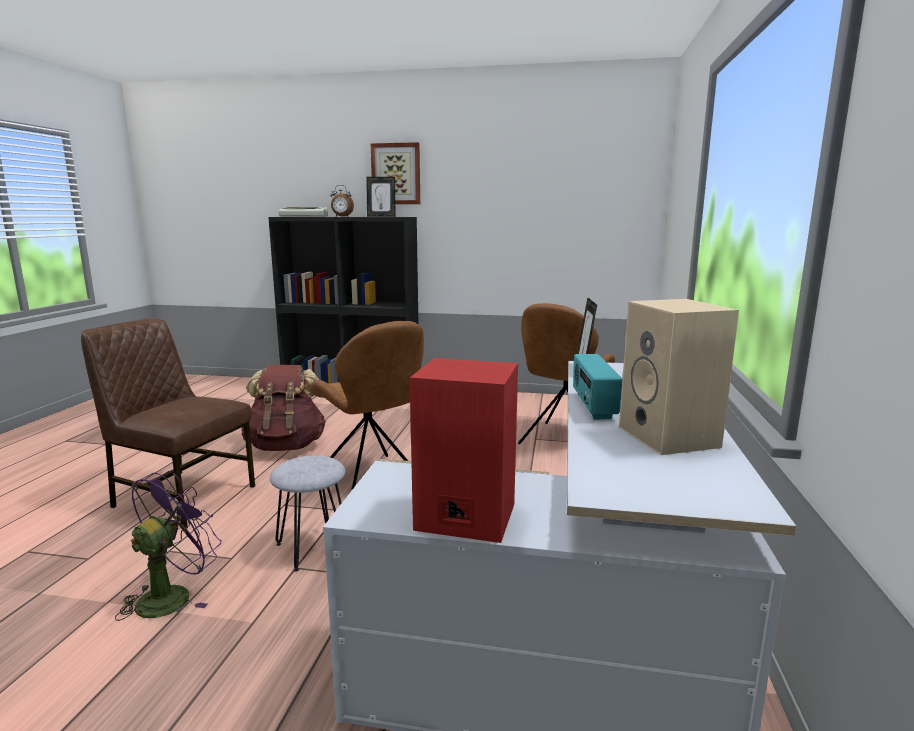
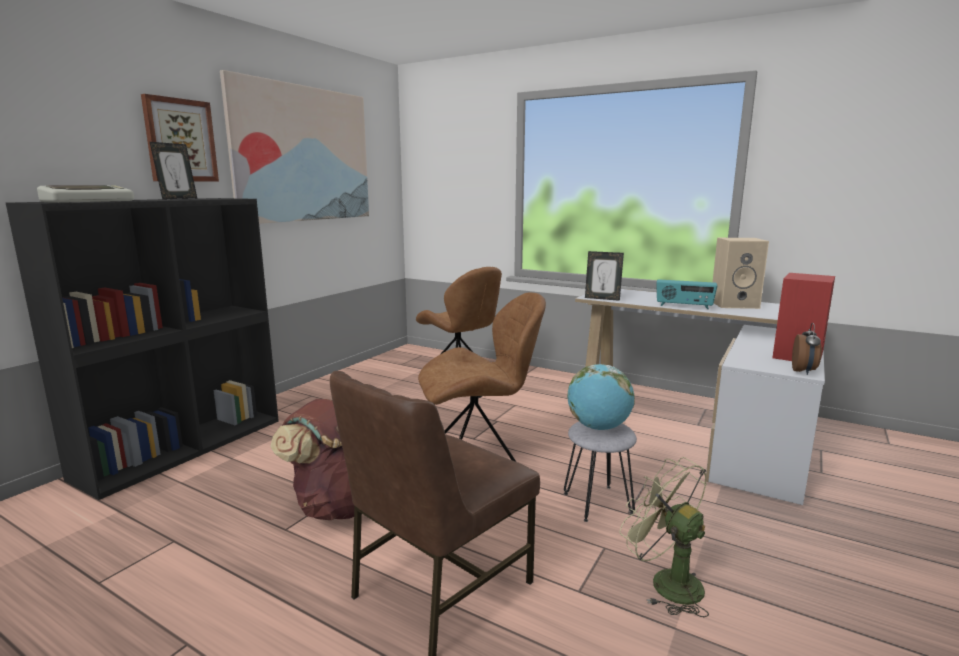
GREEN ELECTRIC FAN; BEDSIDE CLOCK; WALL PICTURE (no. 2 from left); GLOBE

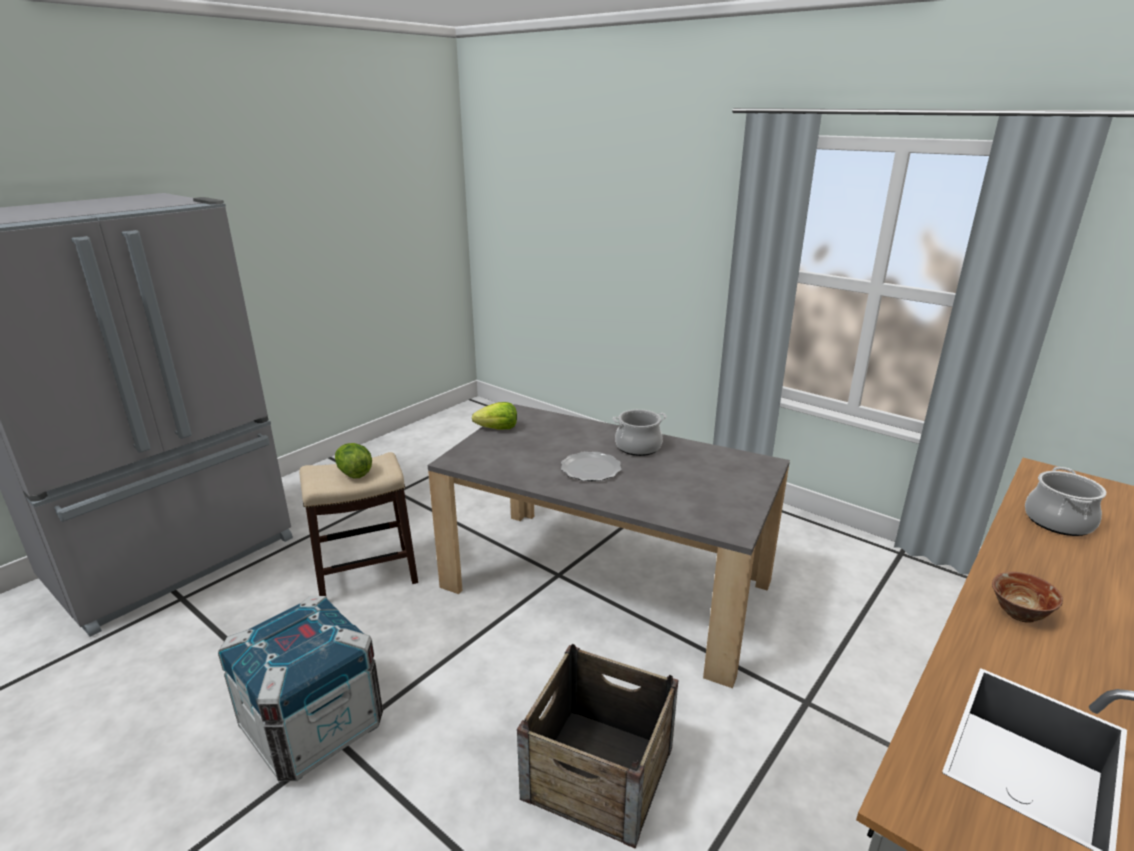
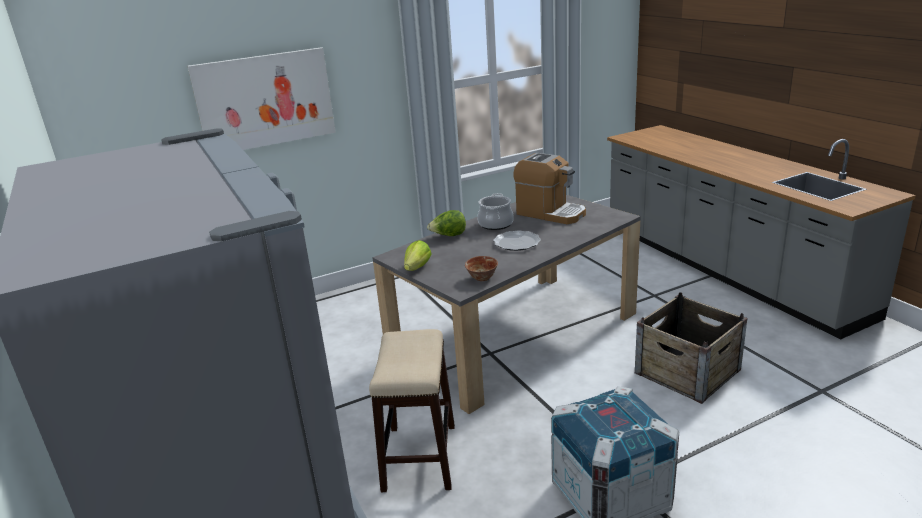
LETTUCE HEAD (no. 2 from left); DEEP DISH; COOKING POT (no. 2 from left in the first image); WALL PICTURE; COFFEE MACHINE

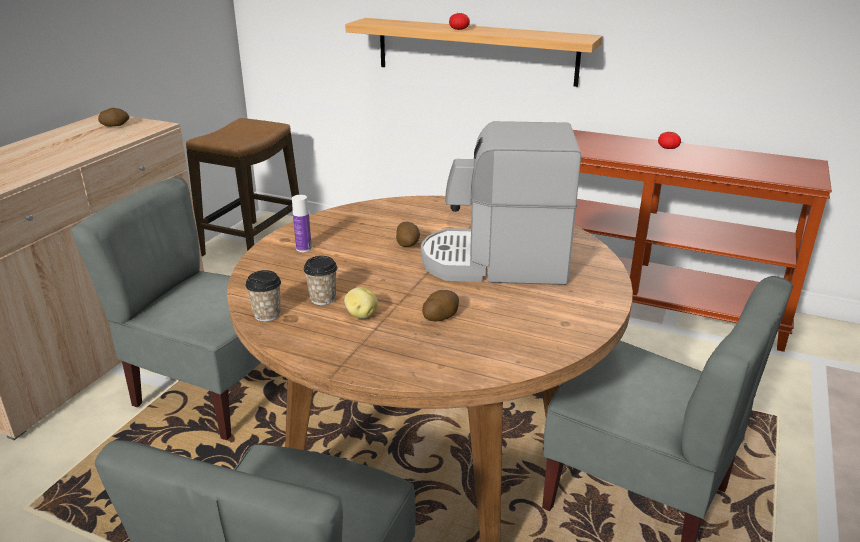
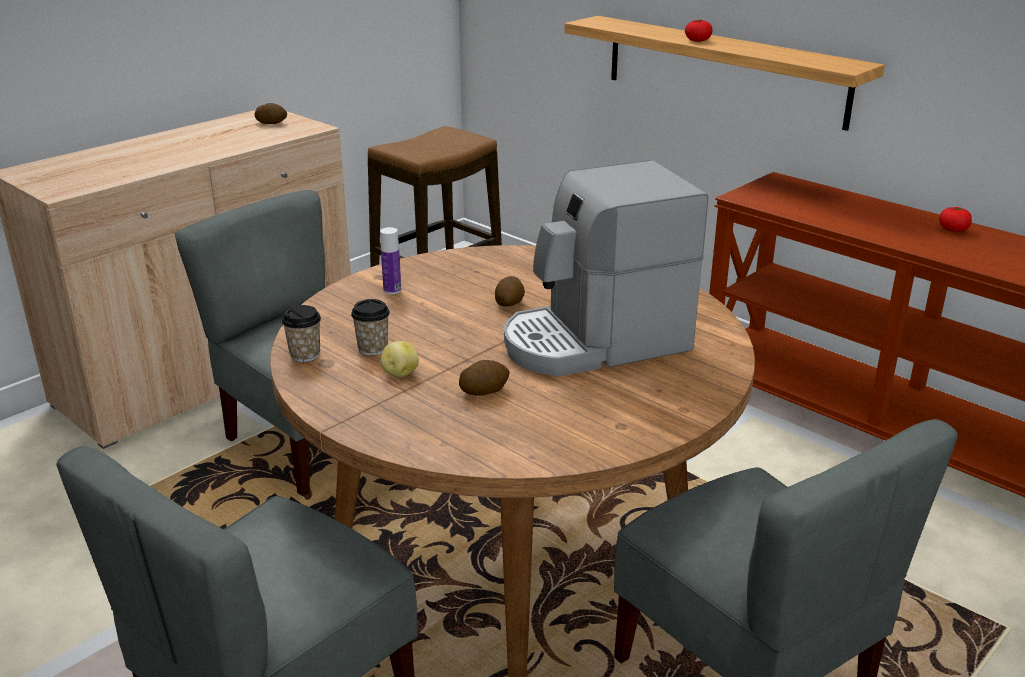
COFFEE MACHINE

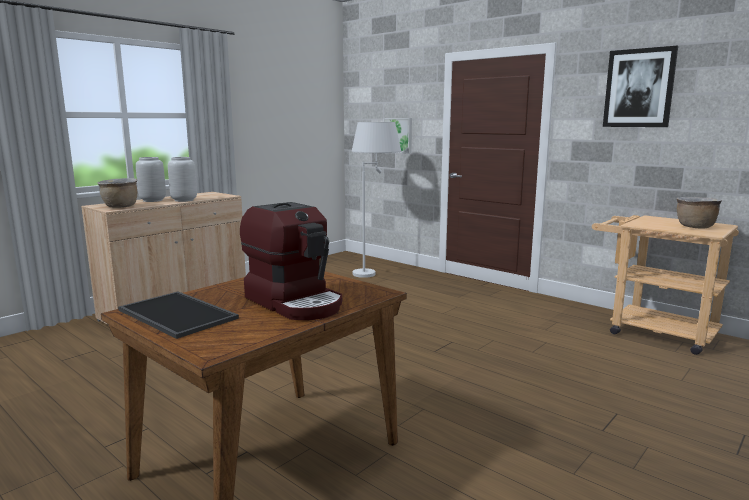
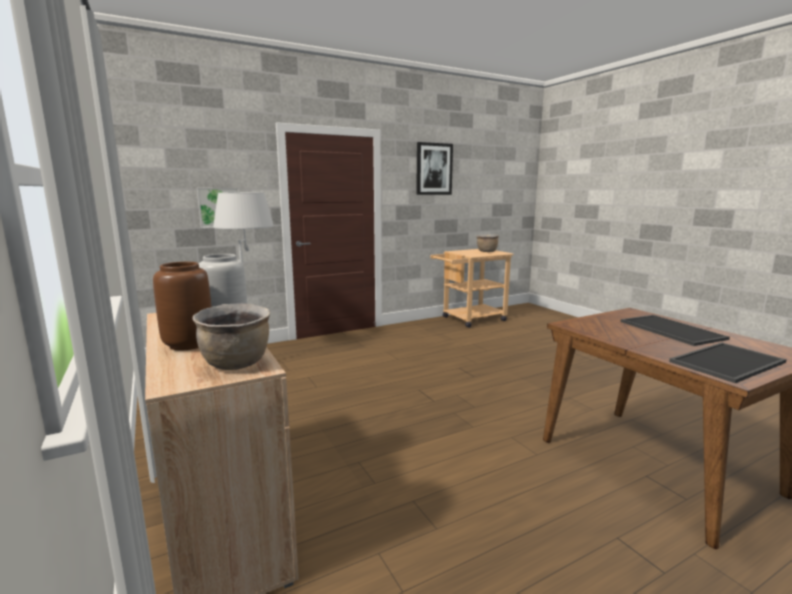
BROWN-COLOURED VASE; CARRYING TRAY (no. 1 from left)

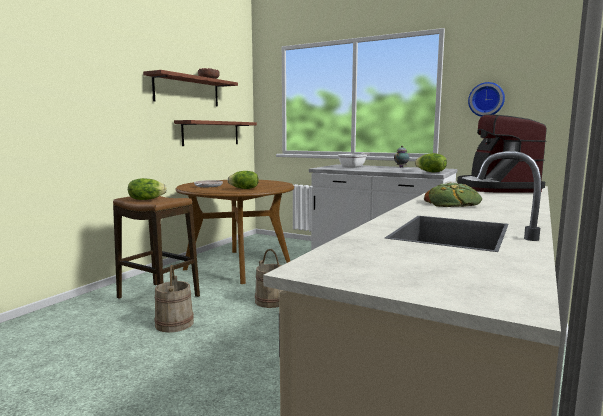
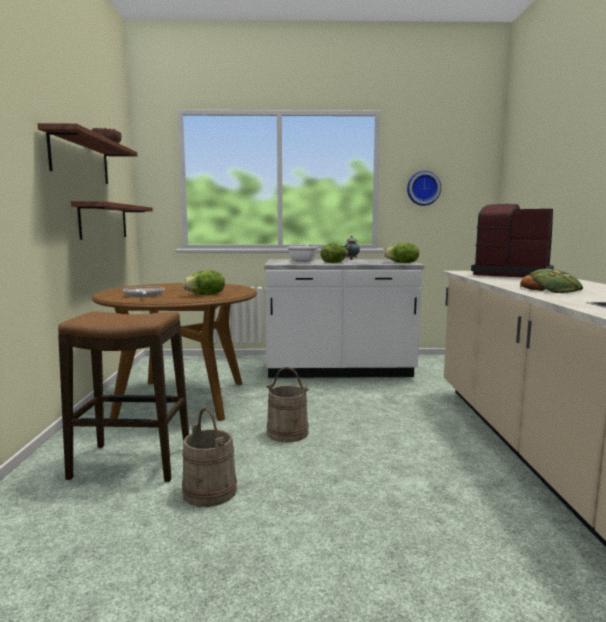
LETTUCE HEAD (no. 2 from left); COFFEE MACHINE

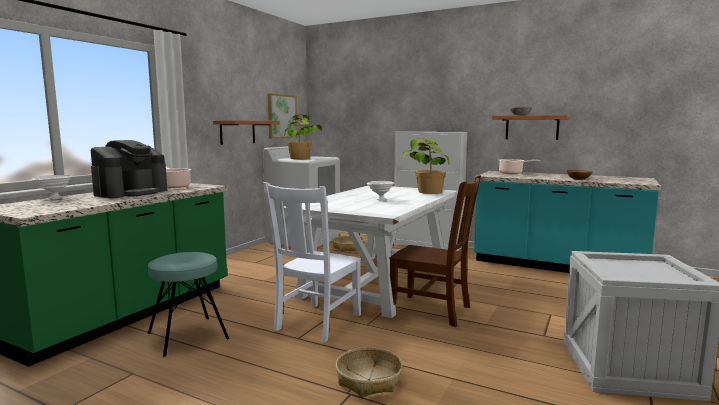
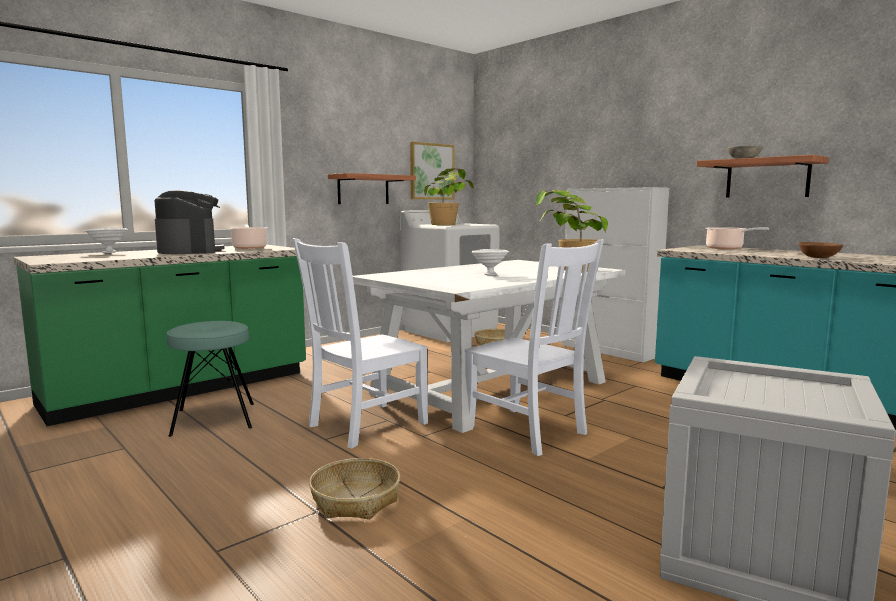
COFFEE MACHINE; WHITISH PLAIN CHAIR (no. 2 from left)

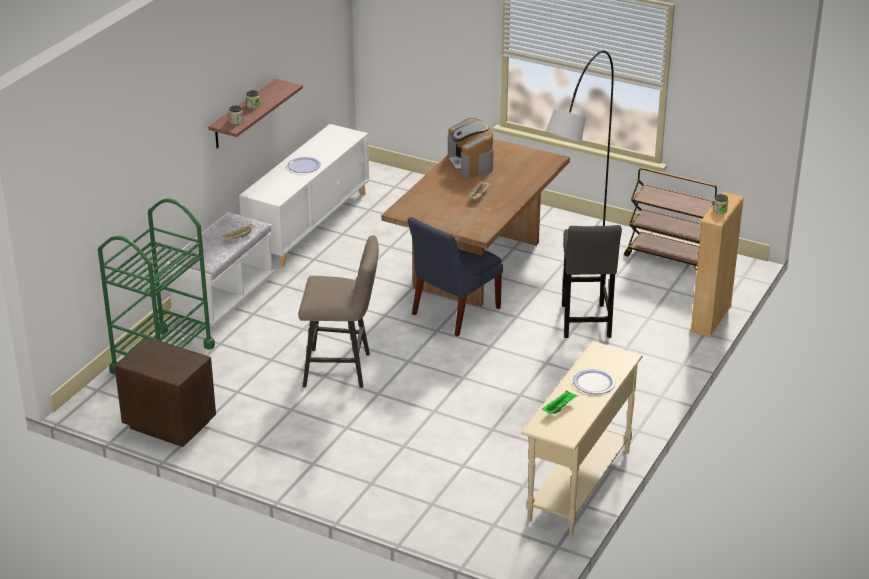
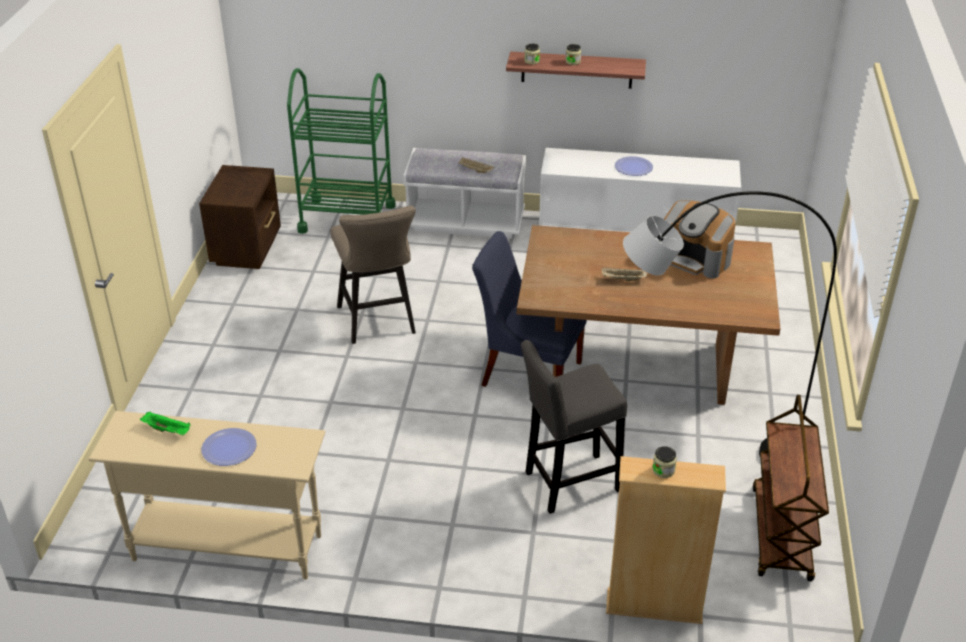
COFFEE MACHINE

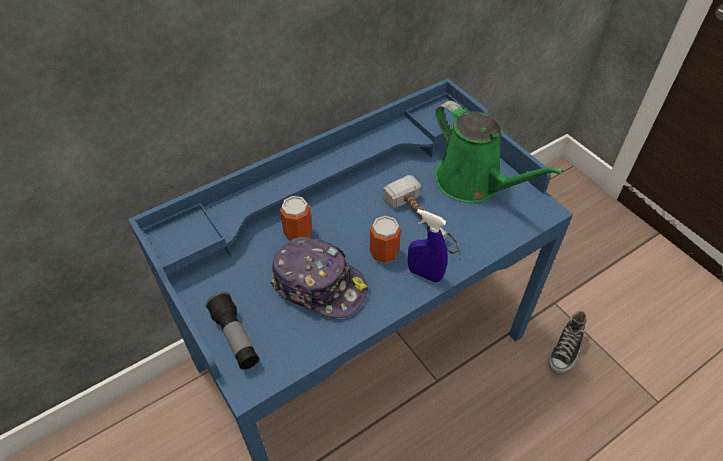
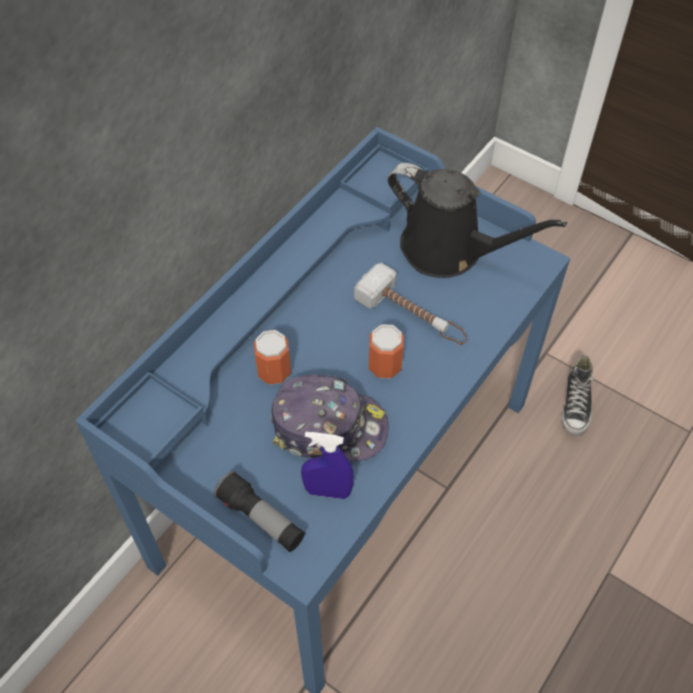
BLUE-COLOURED SPRAY BOTTLE; BLACK WATERING POT

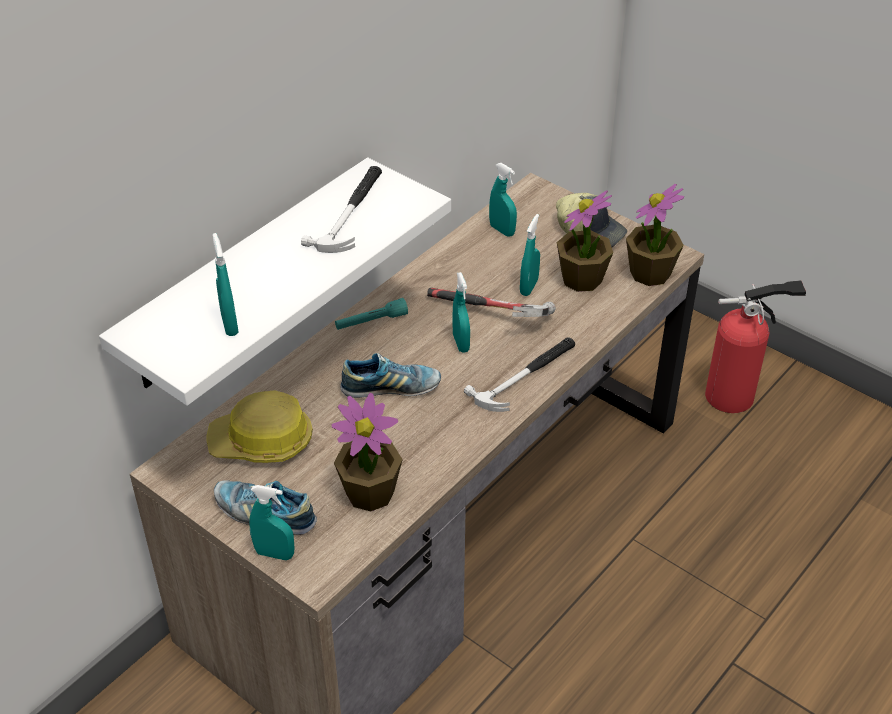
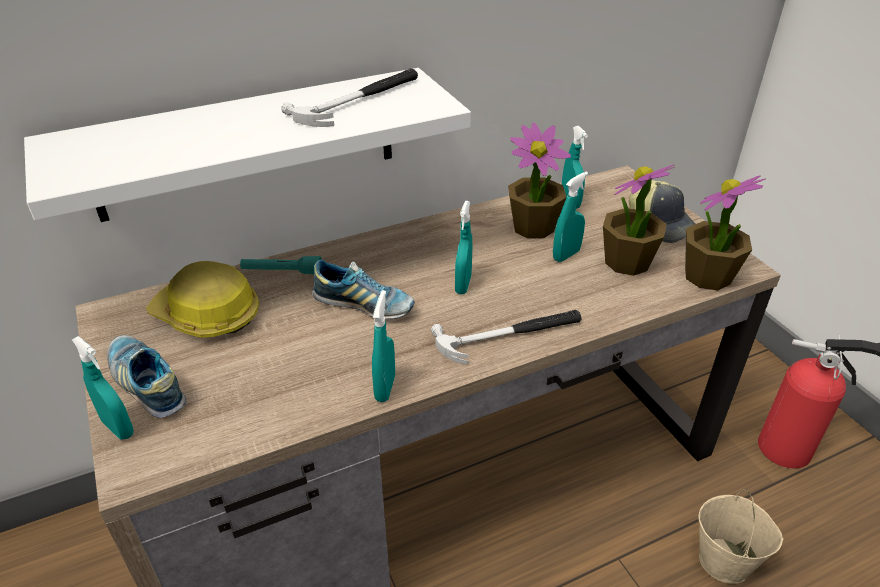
TURQUOISE SPRAY BOTTLE (no. 2 from left); POTTED PLANT (no. 1 from left); TURQUOISE FLASHLIGHT; HAND HAMMER (no. 2 from left in the first image); SAND-COLOURED PAIL

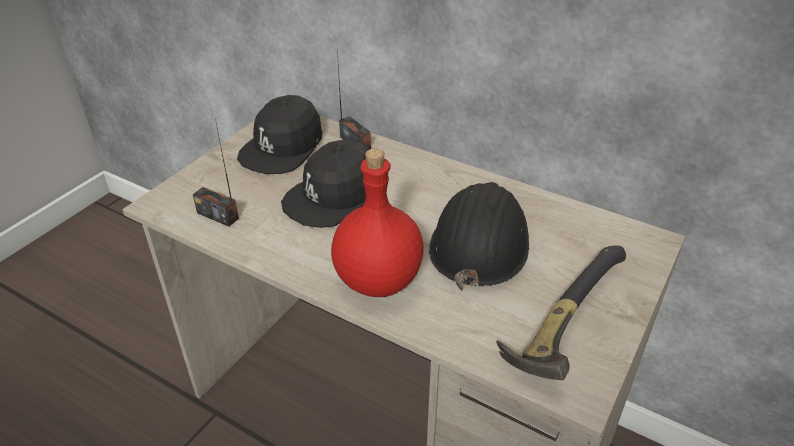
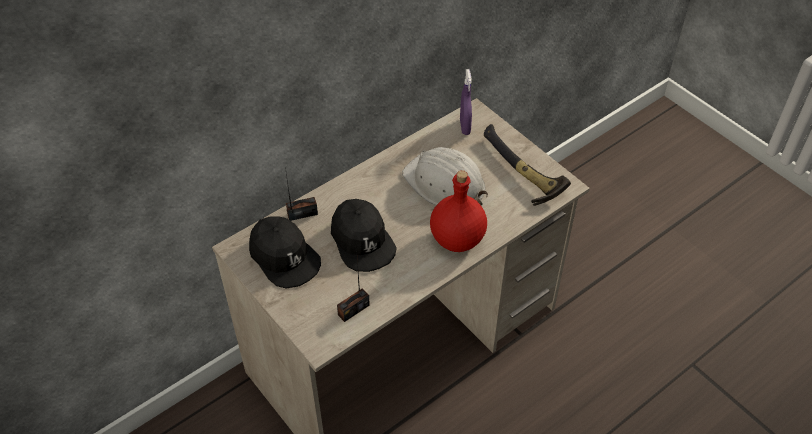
WHITISH SAFETY HELMET; PURPLISH SPRAY BOTTLE

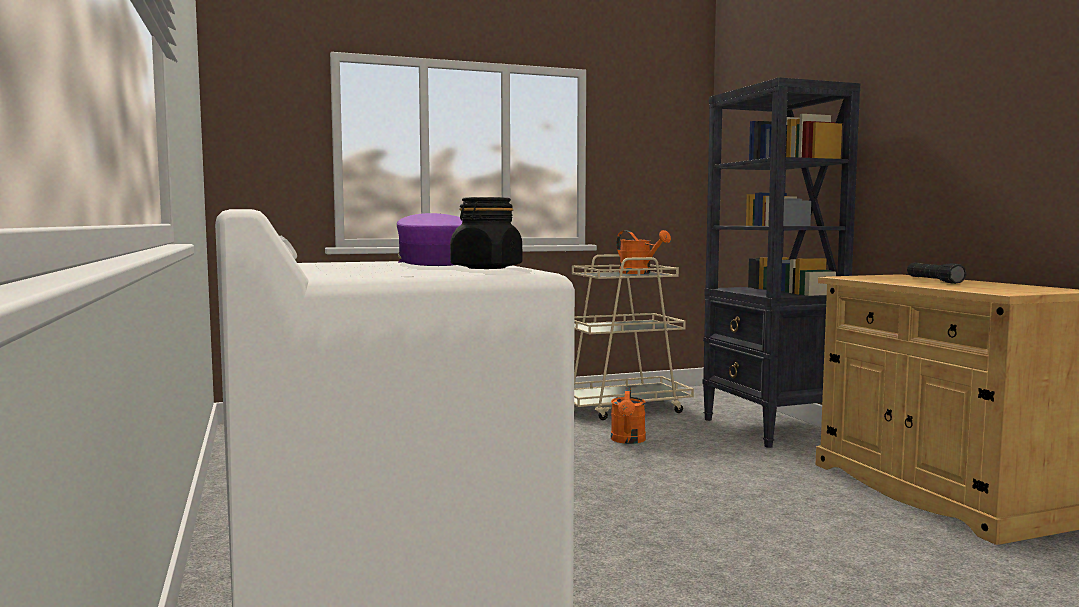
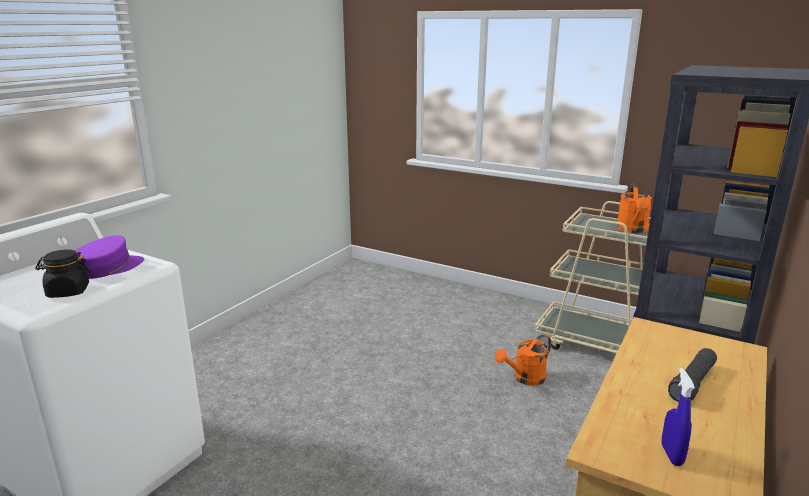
BLUE-COLOURED SPRAY BOTTLE

